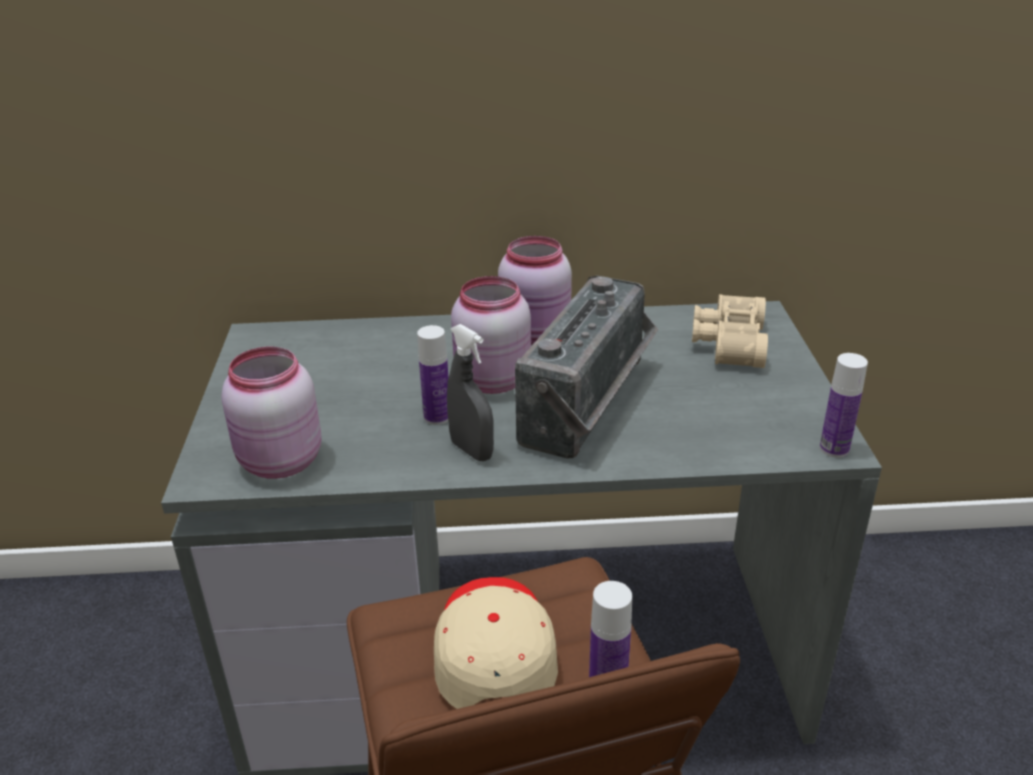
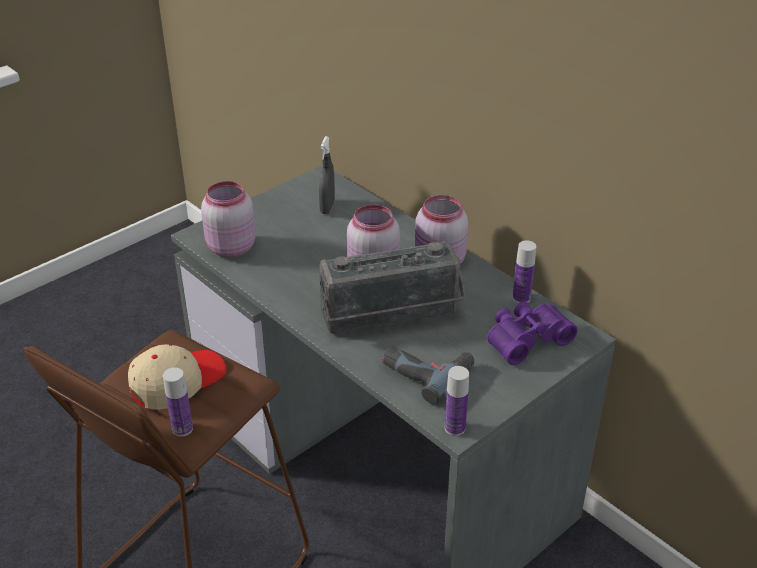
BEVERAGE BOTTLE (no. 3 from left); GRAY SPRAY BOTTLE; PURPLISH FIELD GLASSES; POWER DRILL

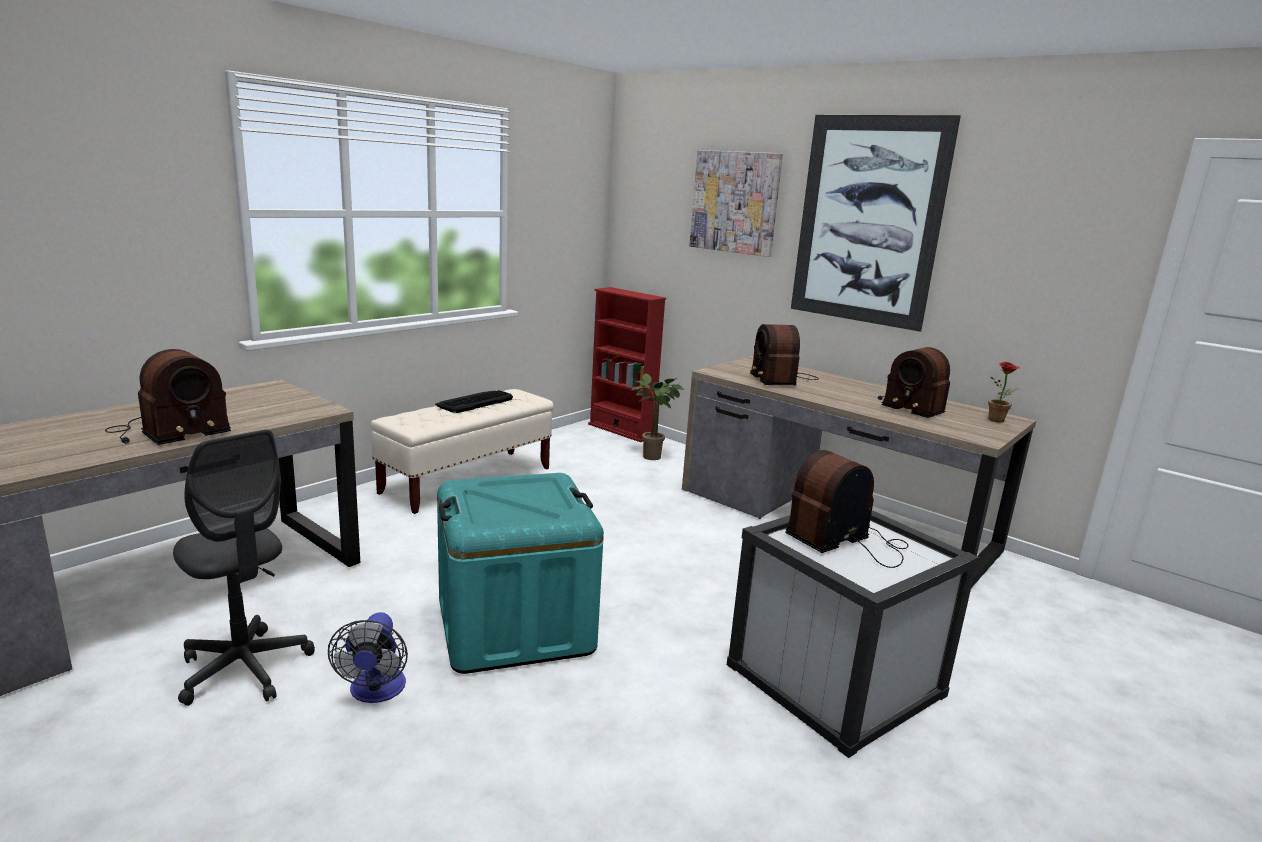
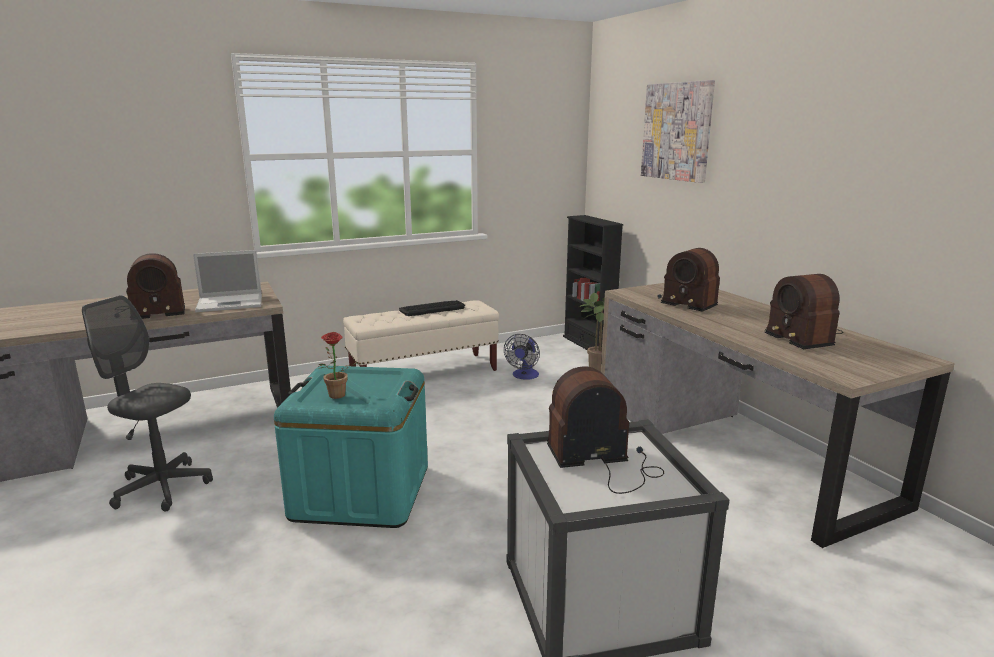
GRAY DESK CHAIR; ELECTRIC FAN; BLACK BOOKSHELF; RADIO RECEIVER (no. 3 from left); WALL PICTURE (no. 2 from left in the first image); POTTED PLANT (no. 1 from left); LAPTOP

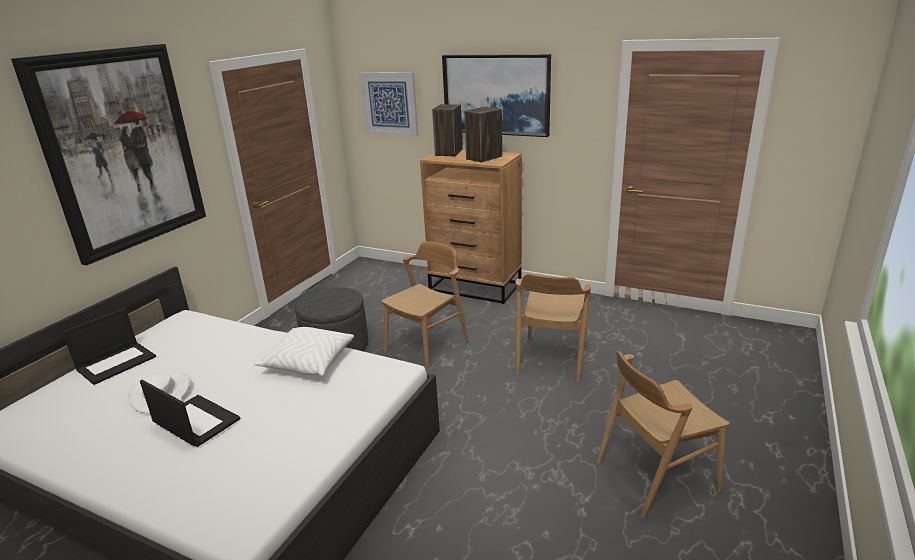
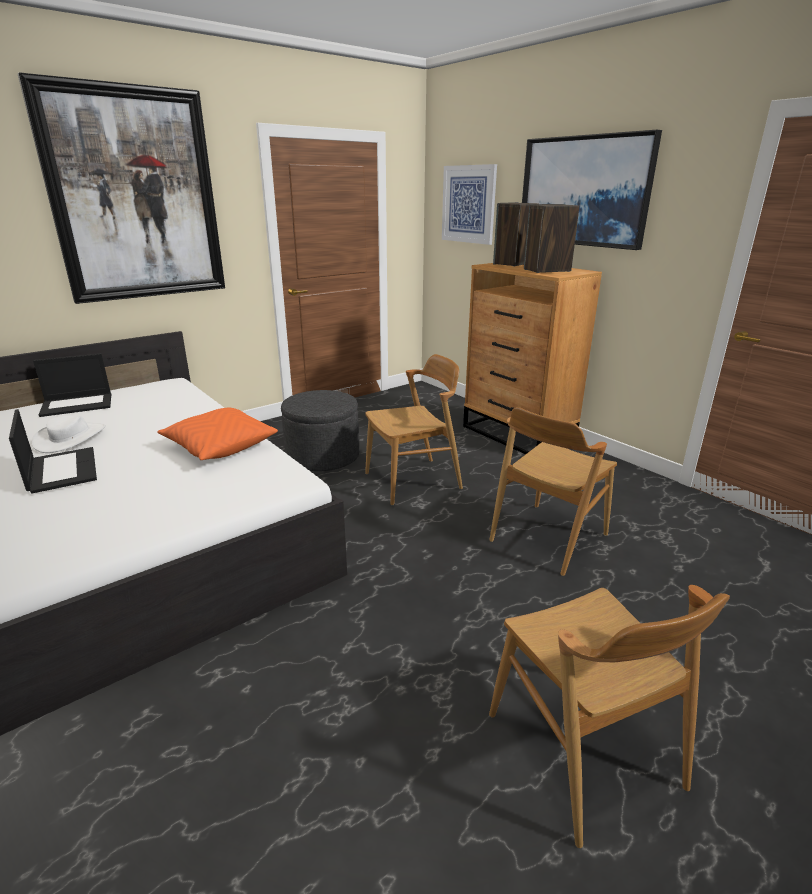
ORANGE-COLOURED CUSHION; BROWN-COLOURED PLAIN CHAIR (no. 3 from left)

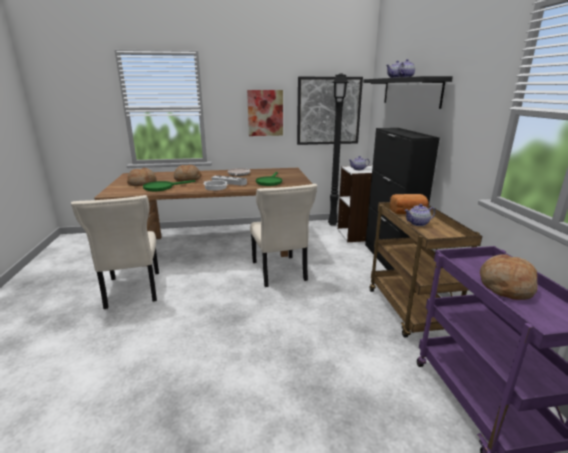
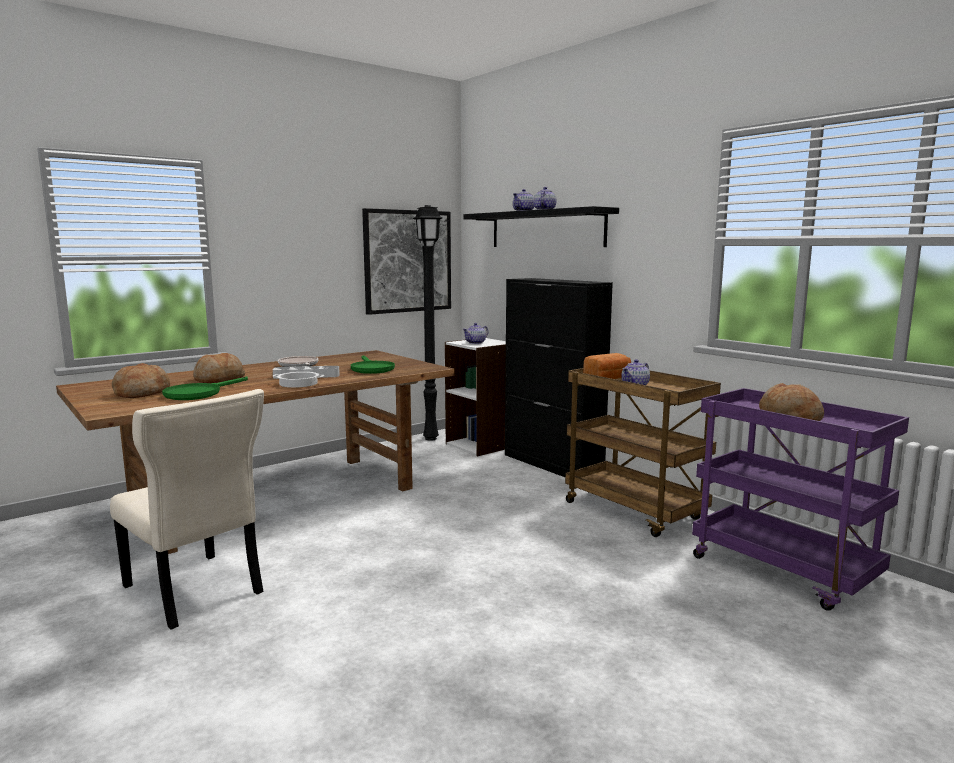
WALL PICTURE (no. 1 from left in the first image); SAND-COLOURED PLAIN CHAIR (no. 2 from left in the first image)

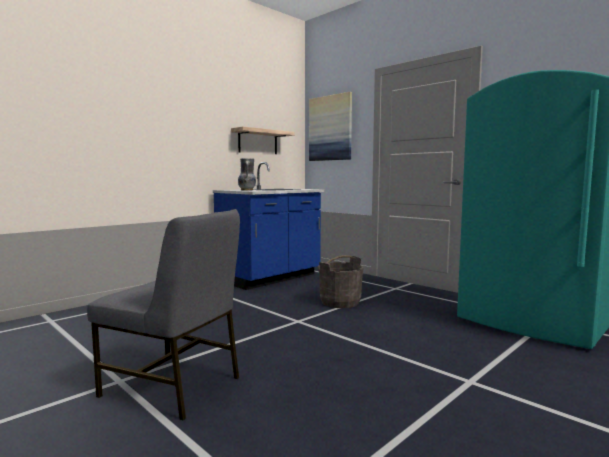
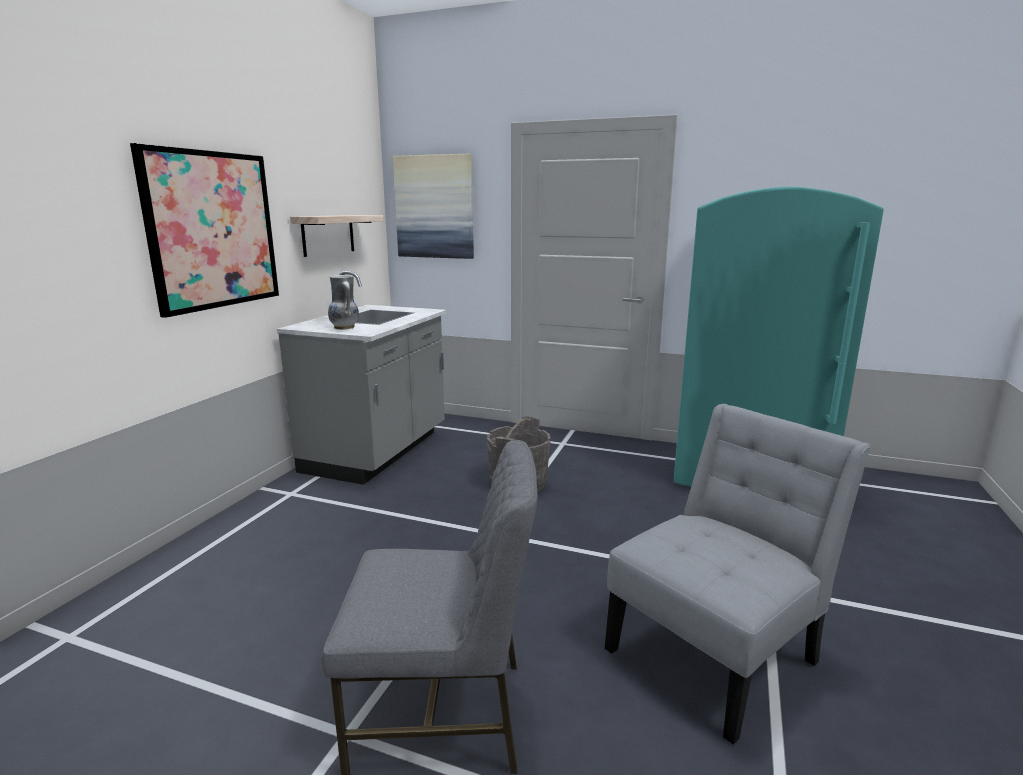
GRAY COUNTER; WALL PICTURE (no. 1 from left); GRAY PLAIN CHAIR (no. 2 from left)

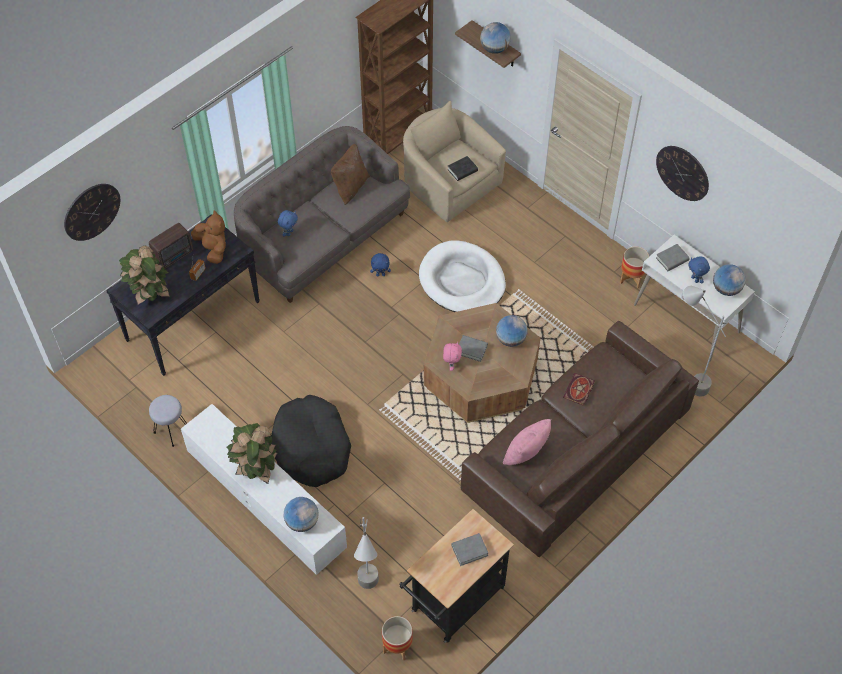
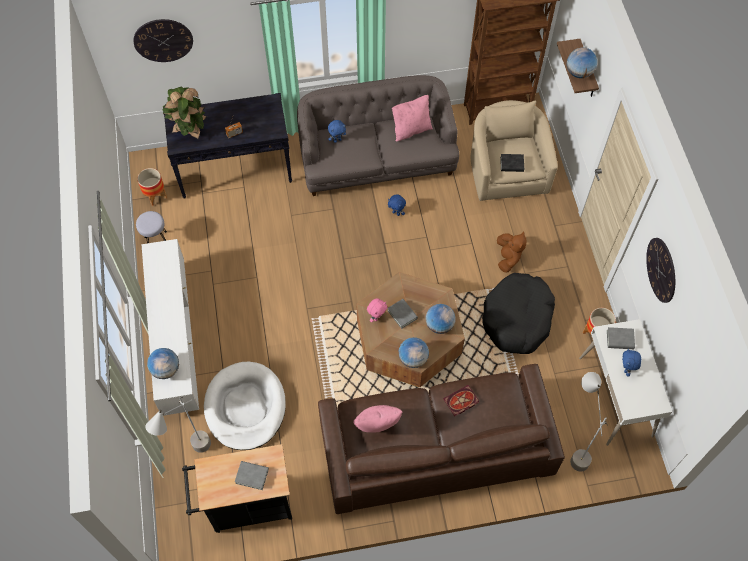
RADIO RECEIVER (no. 1 from left in the first image); BROWN-COLOURED SOFT TOY; POTTED PLANT (no. 2 from left in the first image); BLACK PET BED; PINK CUSHION (no. 2 from left); PLANT POT (no. 1 from left); WHITISH PET BED; GLOBE (no. 2 from left)

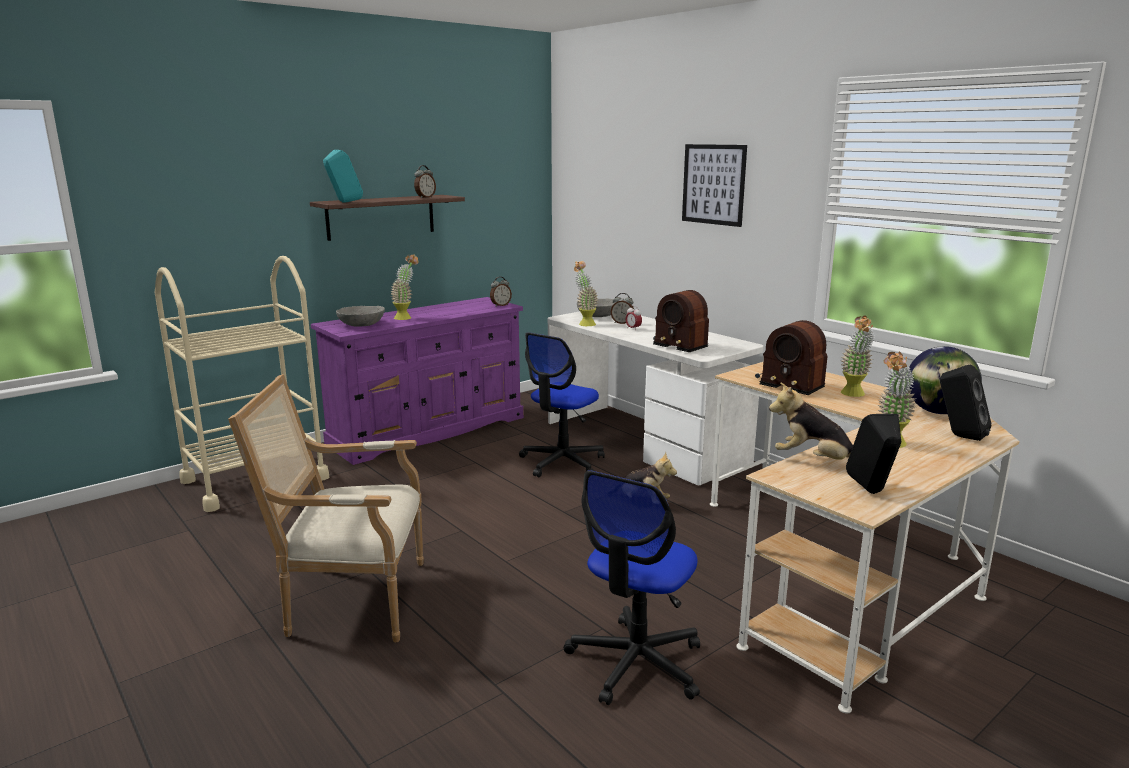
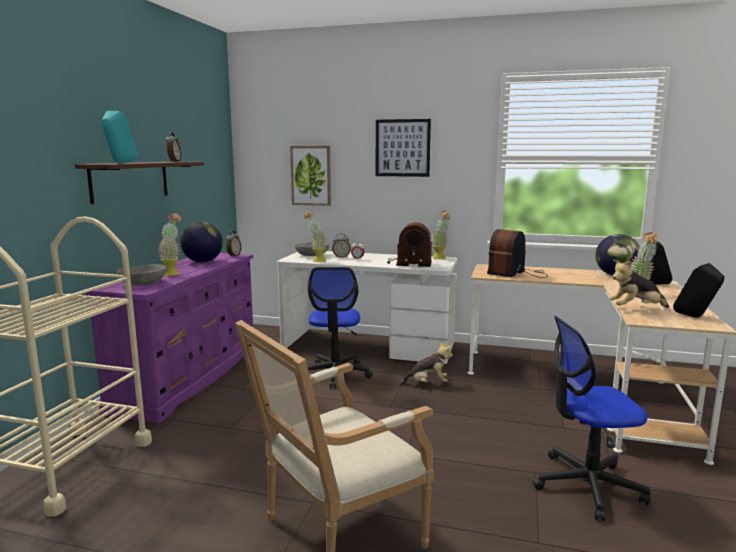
DESK CHAIR (no. 2 from left); RADIO RECEIVER (no. 2 from left); POTTED PLANT (no. 3 from left); GLOBE (no. 1 from left); WALL PICTURE (no. 1 from left)

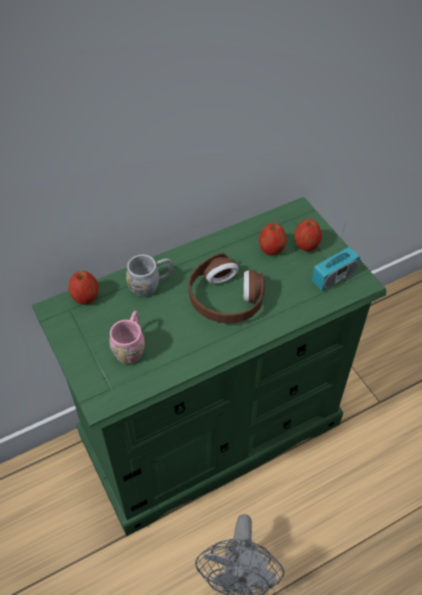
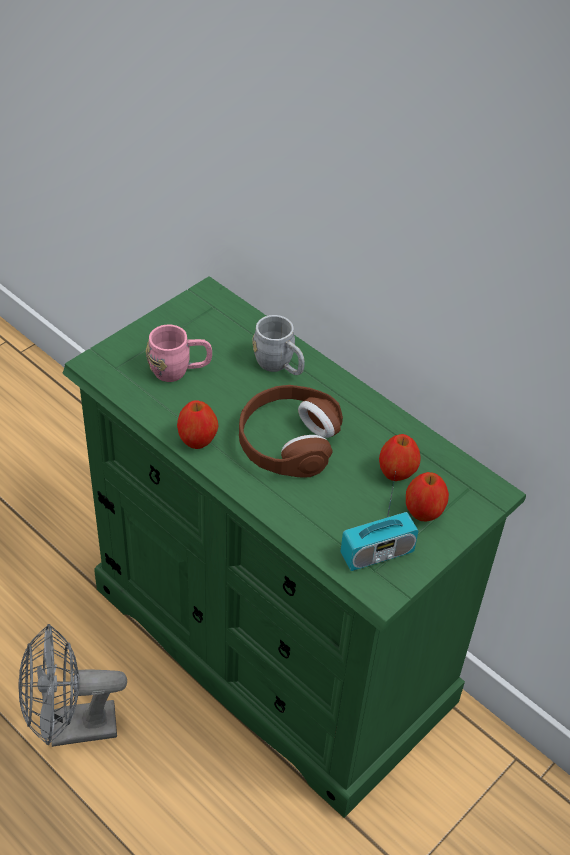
WHOLE APPLE (no. 1 from left); RADIO RECEIVER

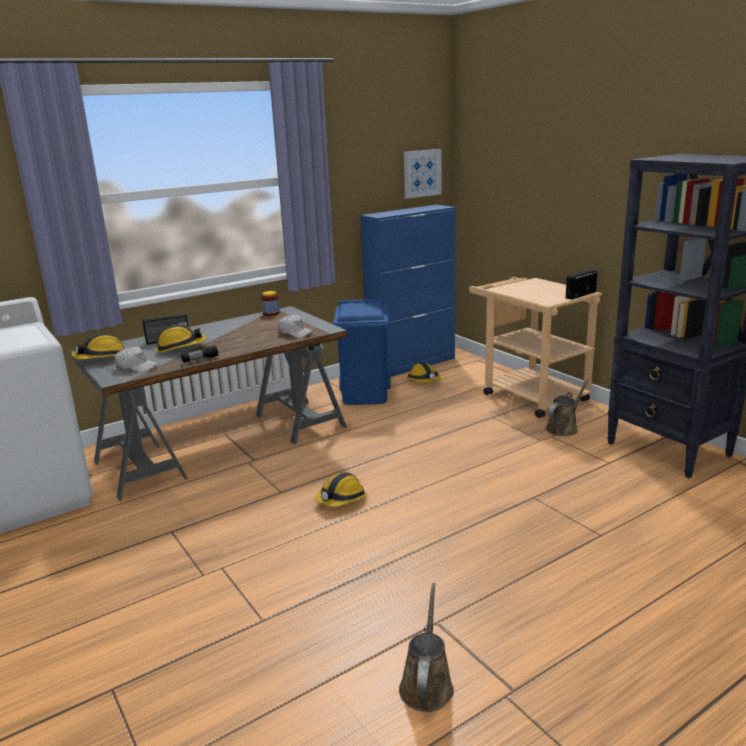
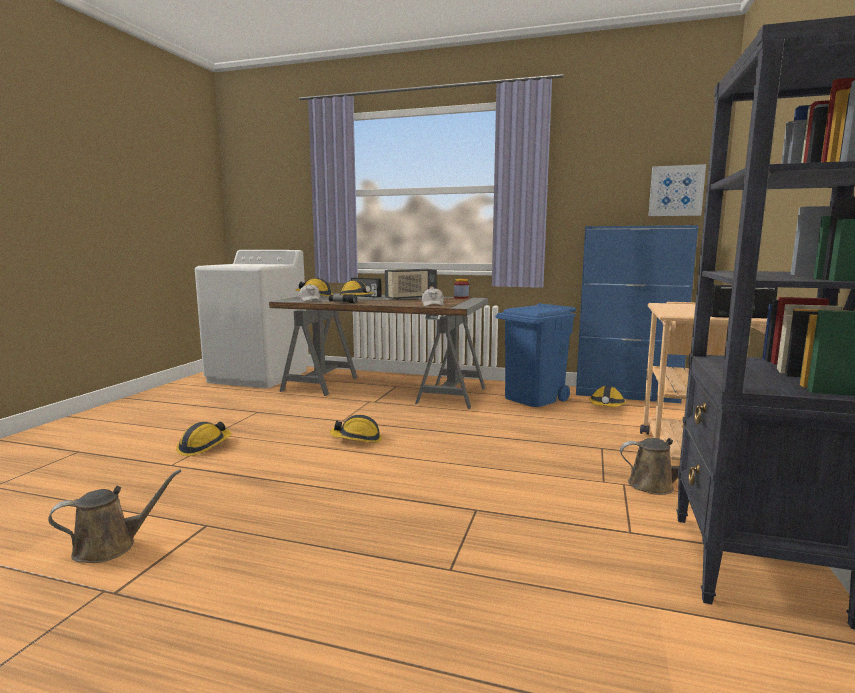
SAFETY HELMET (no. 1 from left); RADIO RECEIVER (no. 2 from left)

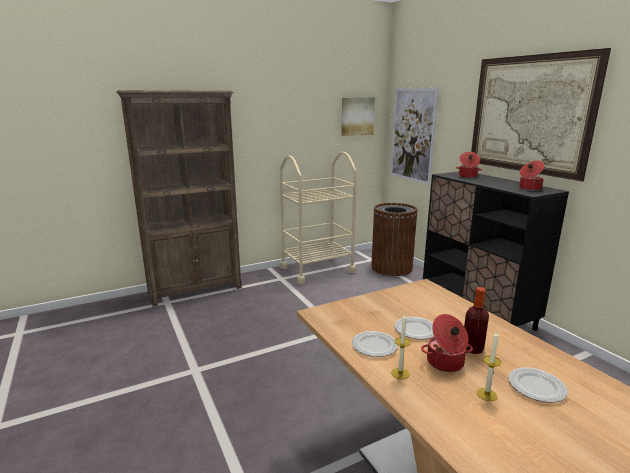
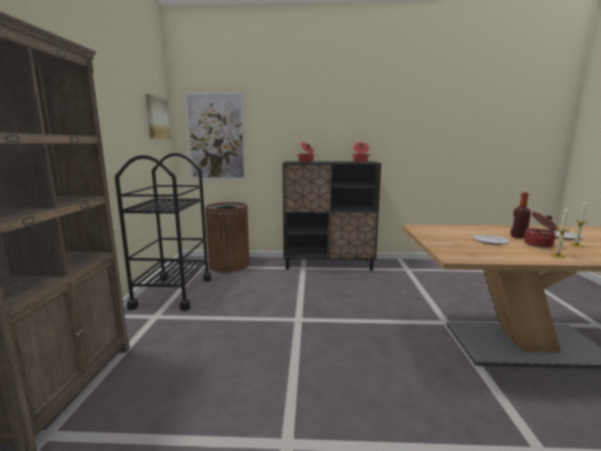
BLACK TROLLEY; PLATE (no. 1 from left in the first image); WALL PICTURE (no. 3 from left in the first image)

